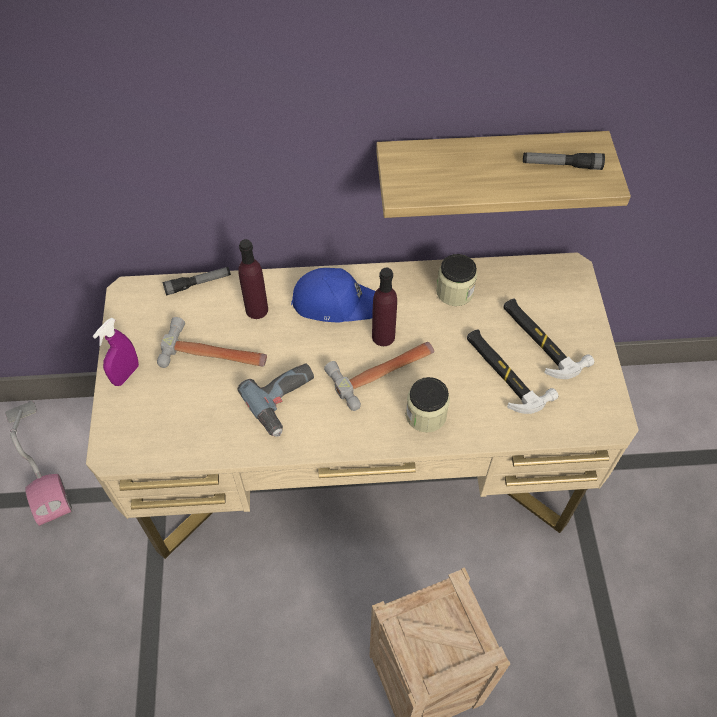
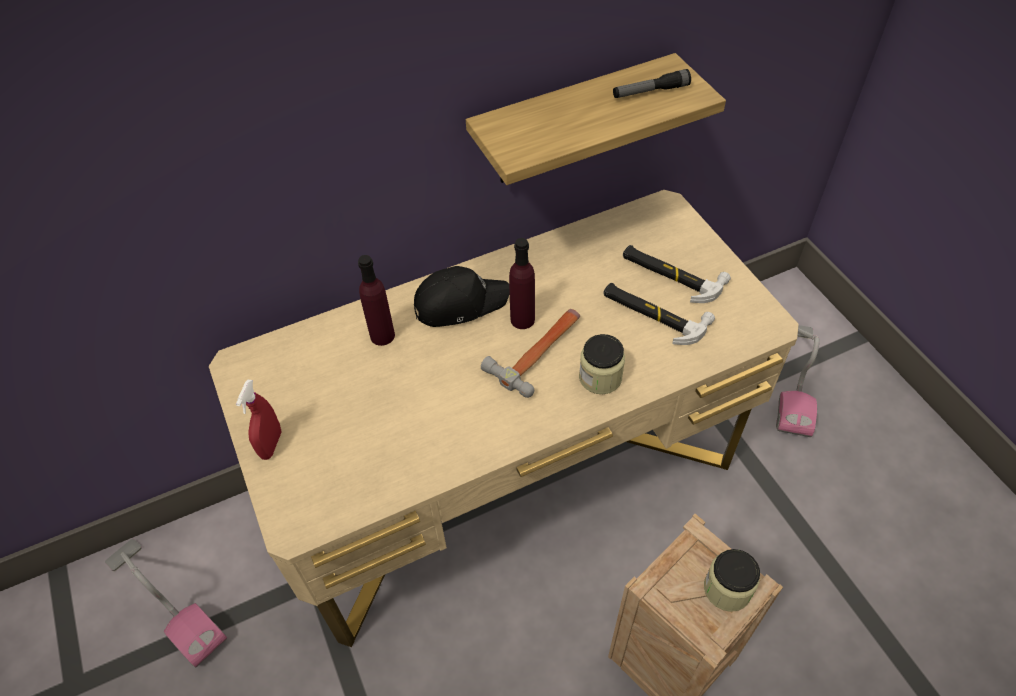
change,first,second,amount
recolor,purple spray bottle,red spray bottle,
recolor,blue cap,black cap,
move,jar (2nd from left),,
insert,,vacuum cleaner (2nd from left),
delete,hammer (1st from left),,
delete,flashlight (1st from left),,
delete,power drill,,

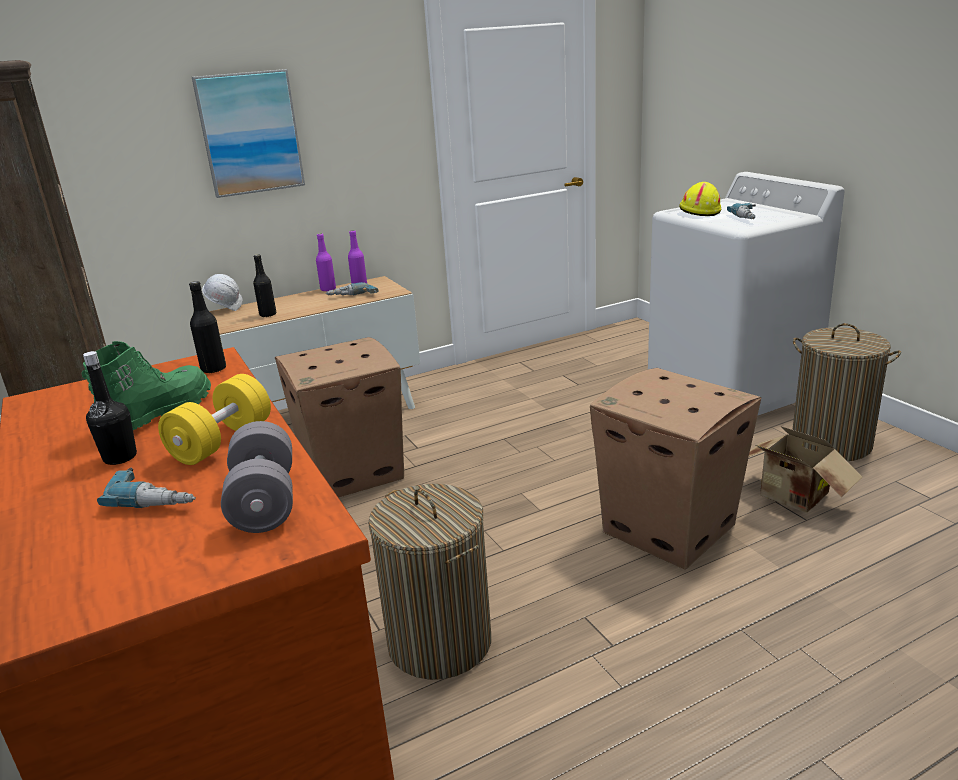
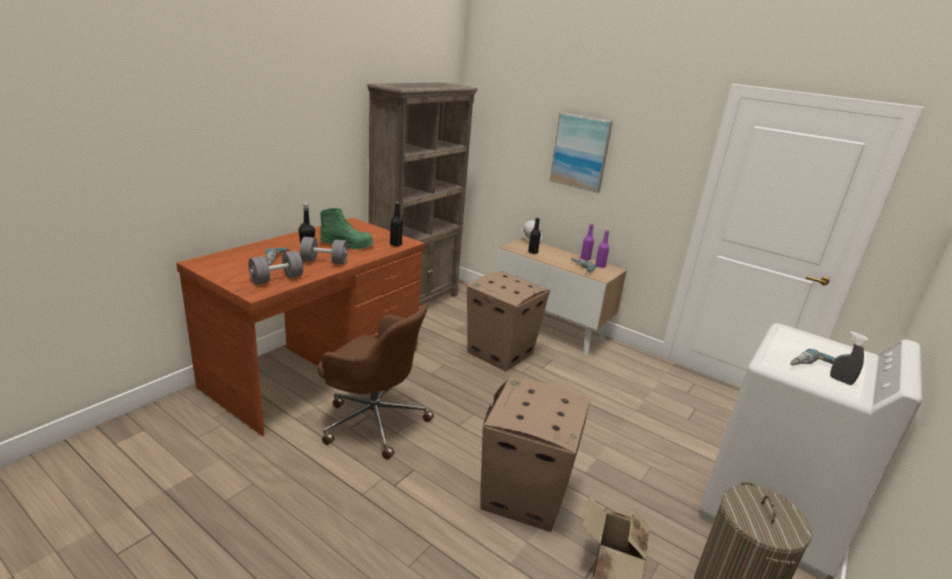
change,first,second,amount
recolor,yellow dumbbell,grey dumbbell (2nd from left),
replace,laundry basket (1st from left),brown office chair,
insert,,grey spray bottle,
delete,yellow hard hat,,

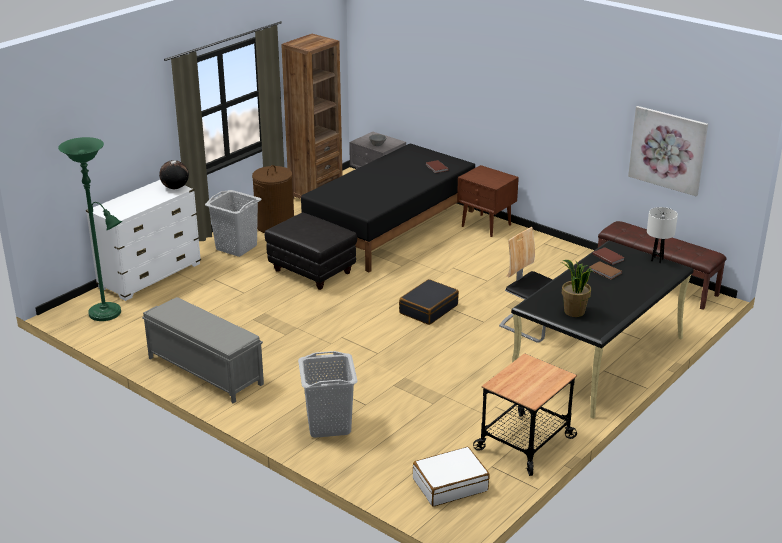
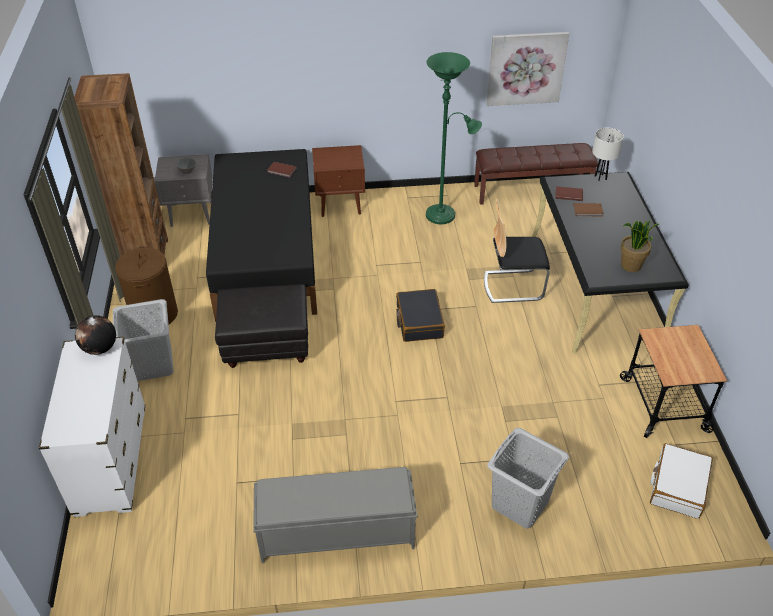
change,first,second,amount
move,green floor lamp,,

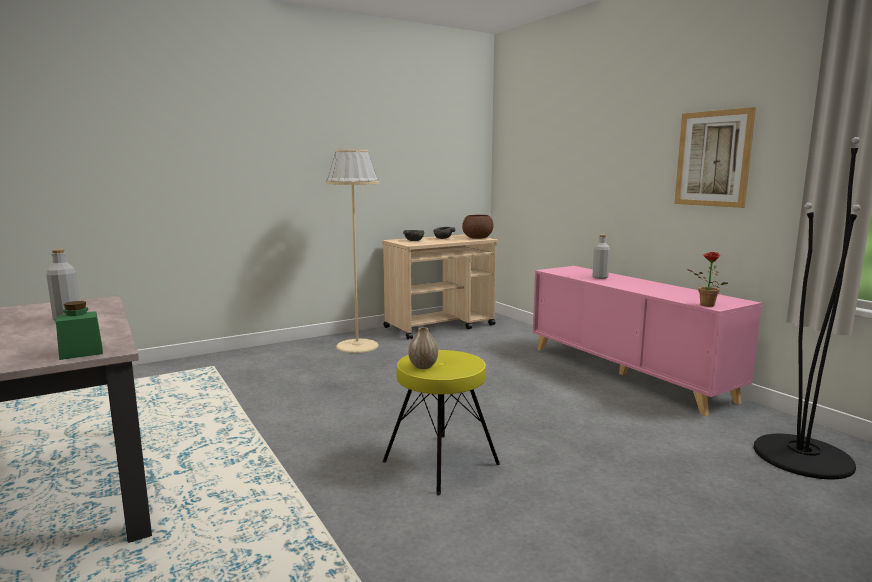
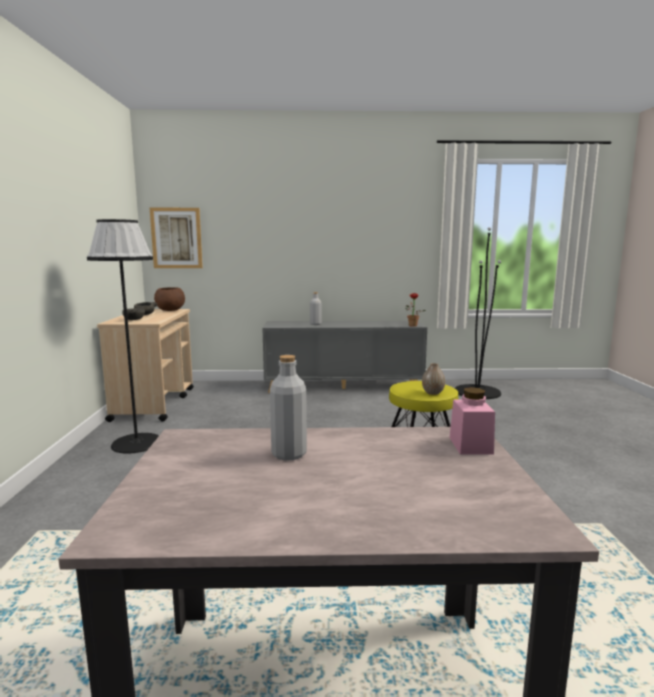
change,first,second,amount
recolor,beige floor lamp,black floor lamp (1st from left),
move,picture,,
recolor,pink cabinet,grey cabinet,
recolor,green jar,pink jar,

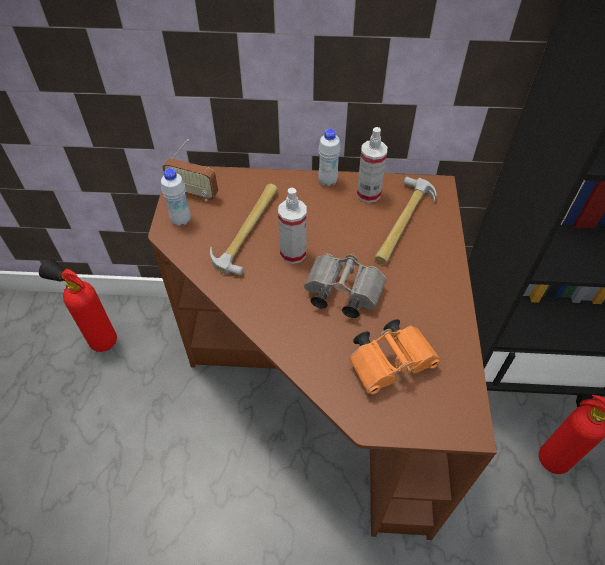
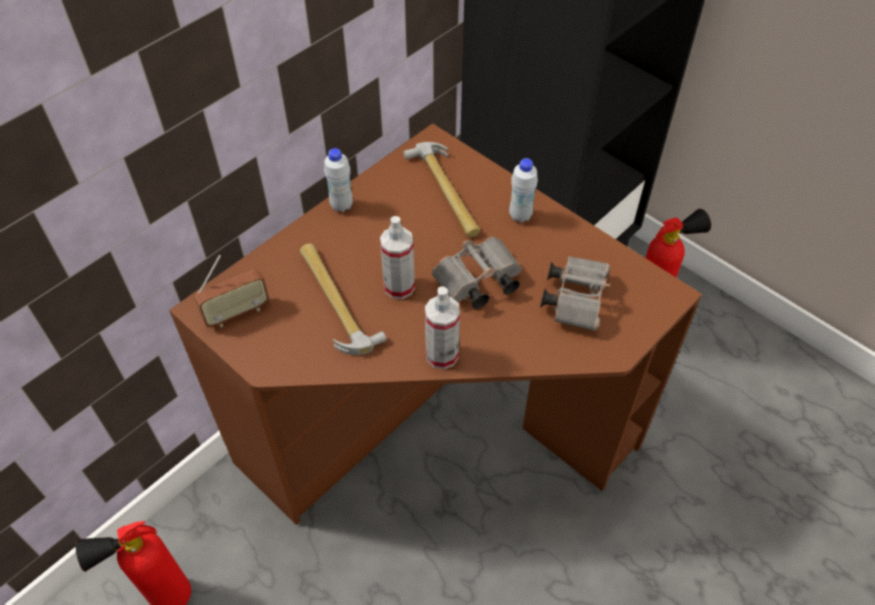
change,first,second,amount
move,spray bottle (2nd from left),,
move,white bottle (1st from left in the first image),white bottle (2nd from left),
recolor,orange binoculars,grey binoculars (2nd from left),

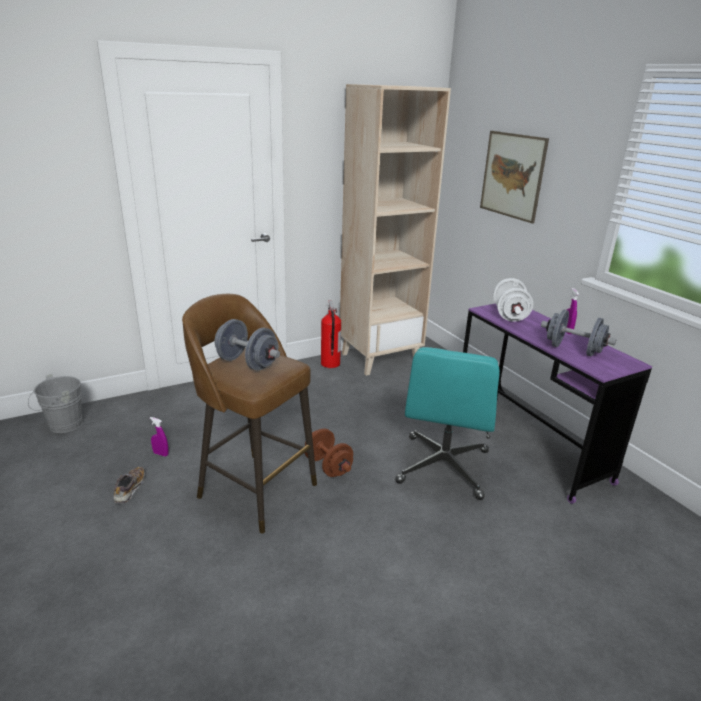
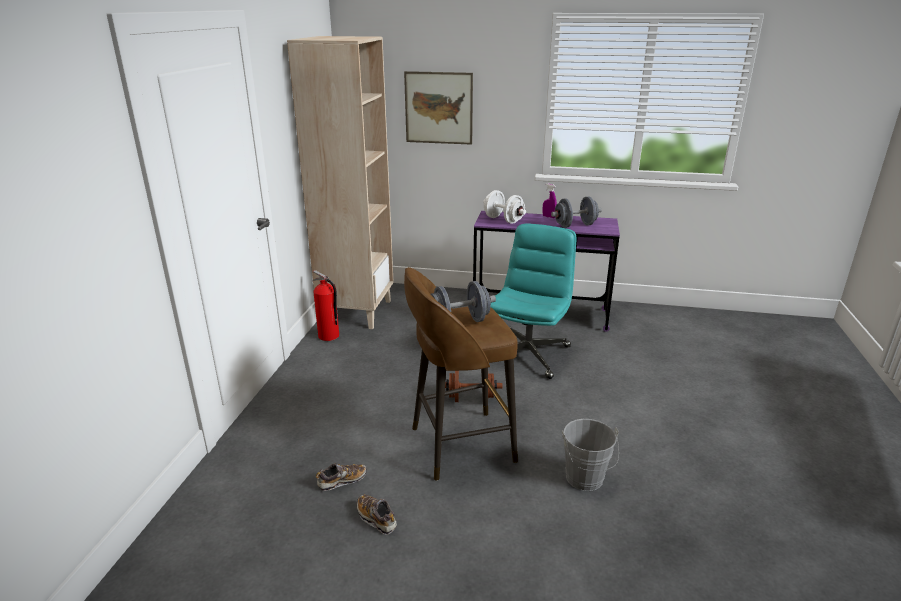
change,first,second,amount
replace,purple spray bottle (1st from left),shoe (1st from left),
rotate,turquoise office chair,,120 degrees counterclockwise
move,grey bucket,,

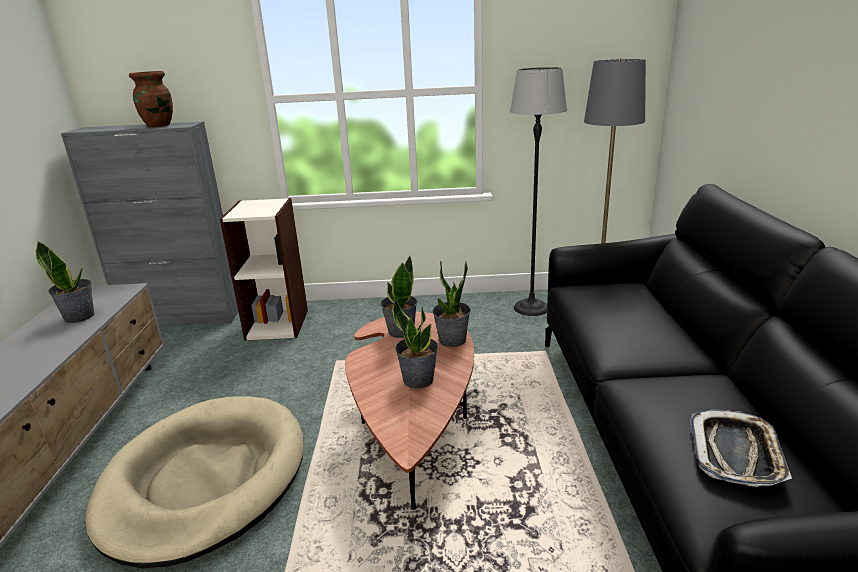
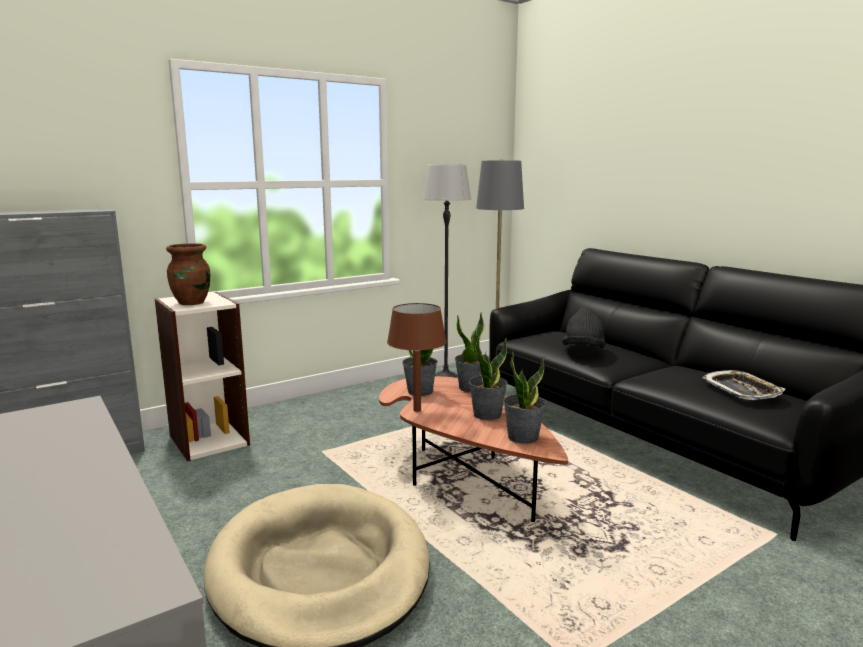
change,first,second,amount
move,brown vase,,
insert,,brown table lamp,
move,potted plant (1st from left in the first image),potted plant (4th from left),
insert,,black hat,

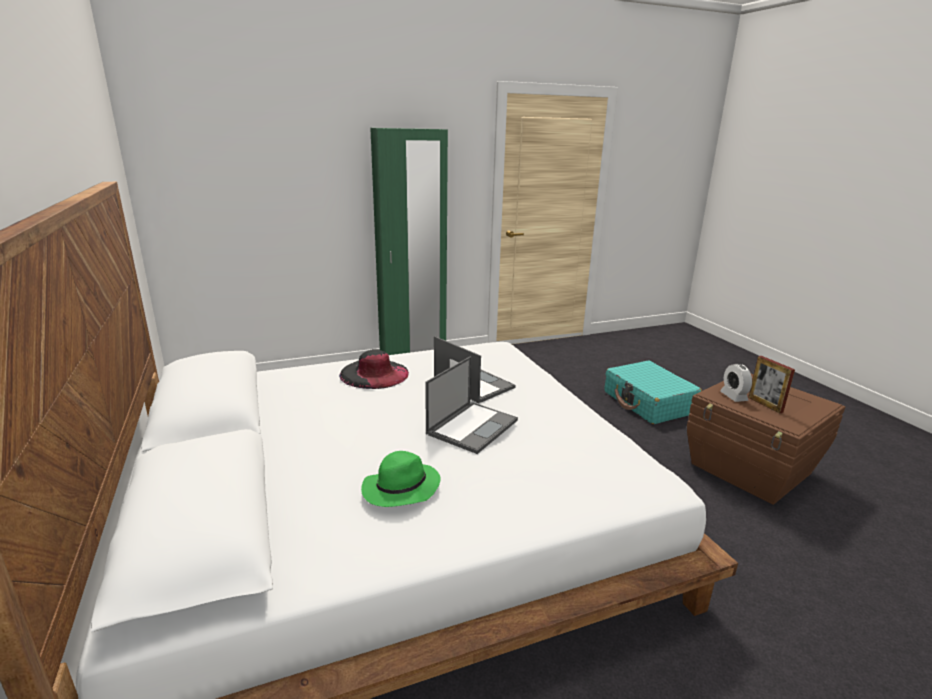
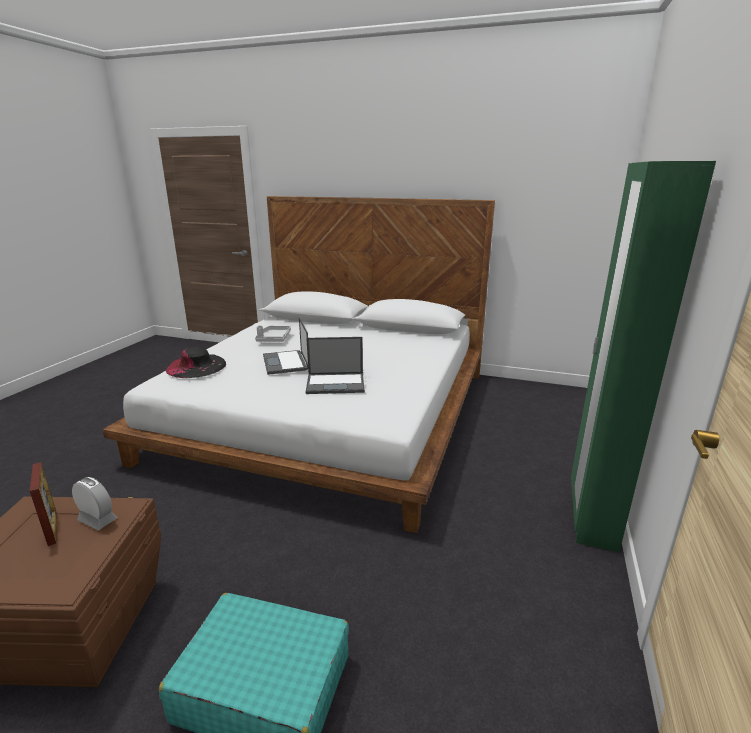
change,first,second,amount
rotate,picture frame,,45 degrees clockwise
move,black hat,,
replace,green hat,grey tray,

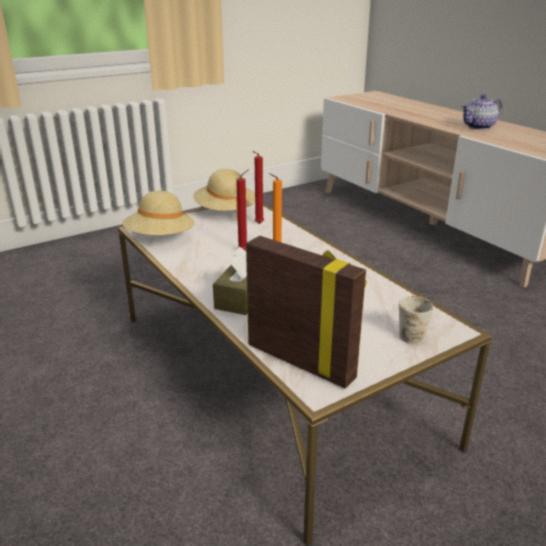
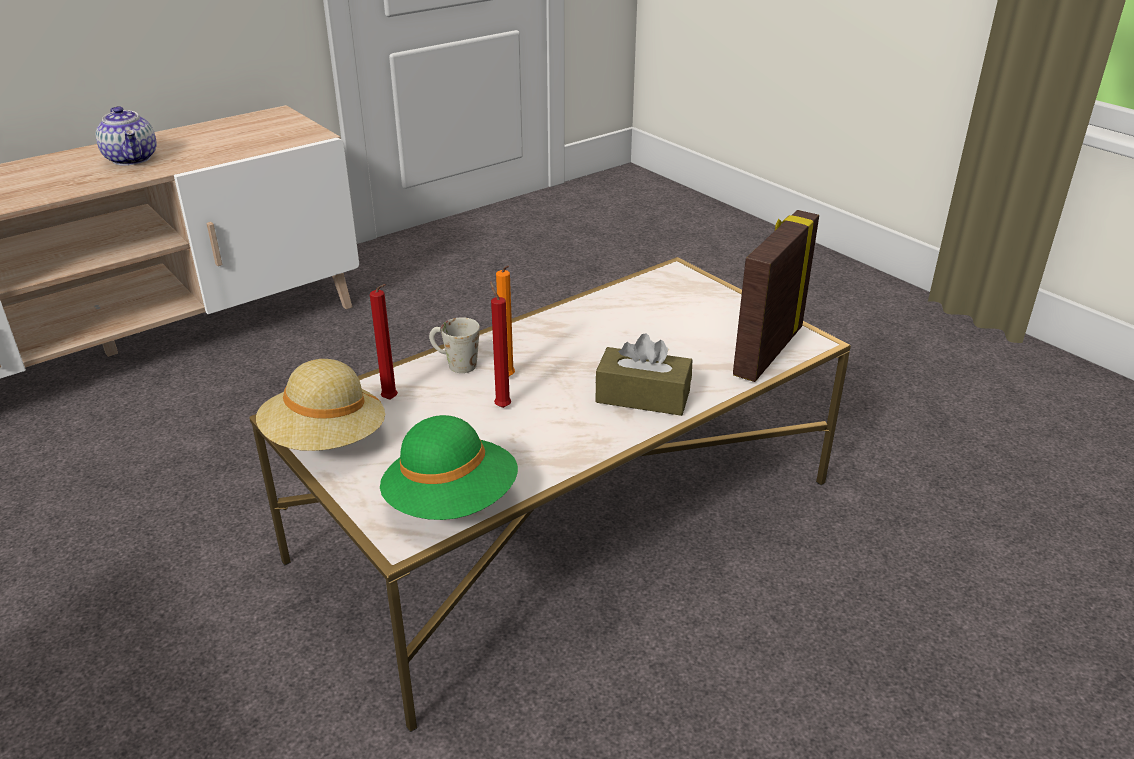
change,first,second,amount
recolor,beige hat (1st from left),green hat,
move,white mug,,

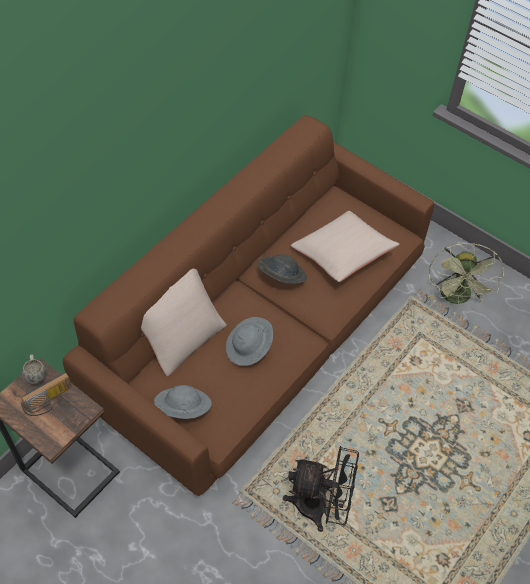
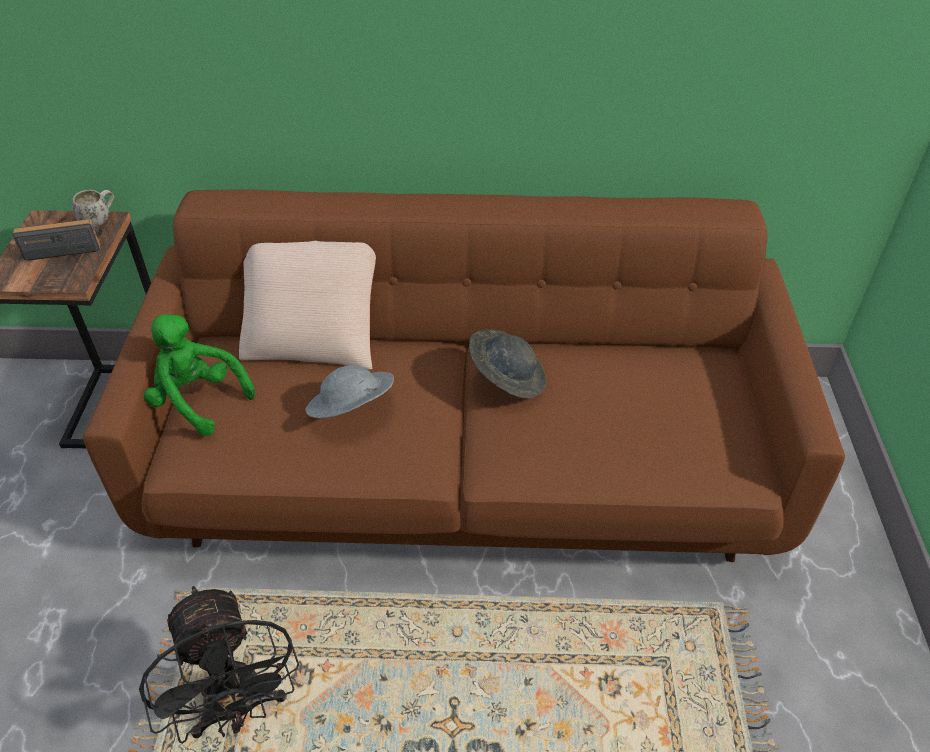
change,first,second,amount
rotate,radio,,150 degrees clockwise
replace,grey hat (1st from left),green plush toy,
delete,beige pillow (2nd from left),,
delete,green fan,,

